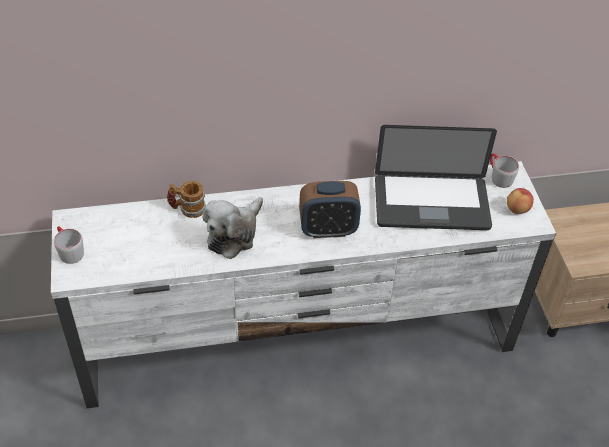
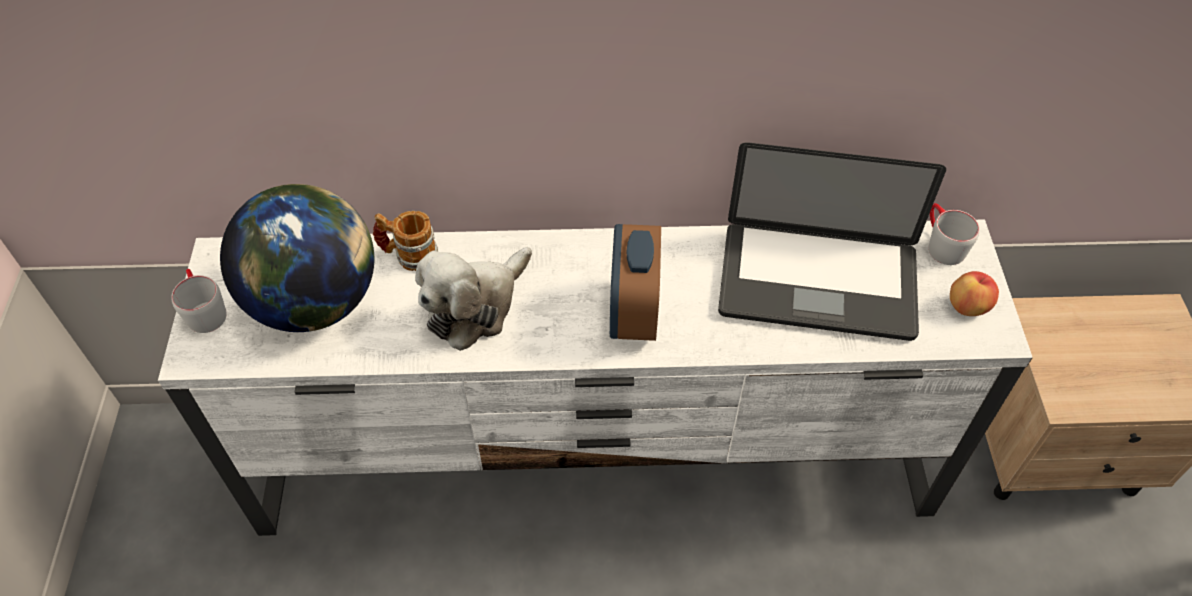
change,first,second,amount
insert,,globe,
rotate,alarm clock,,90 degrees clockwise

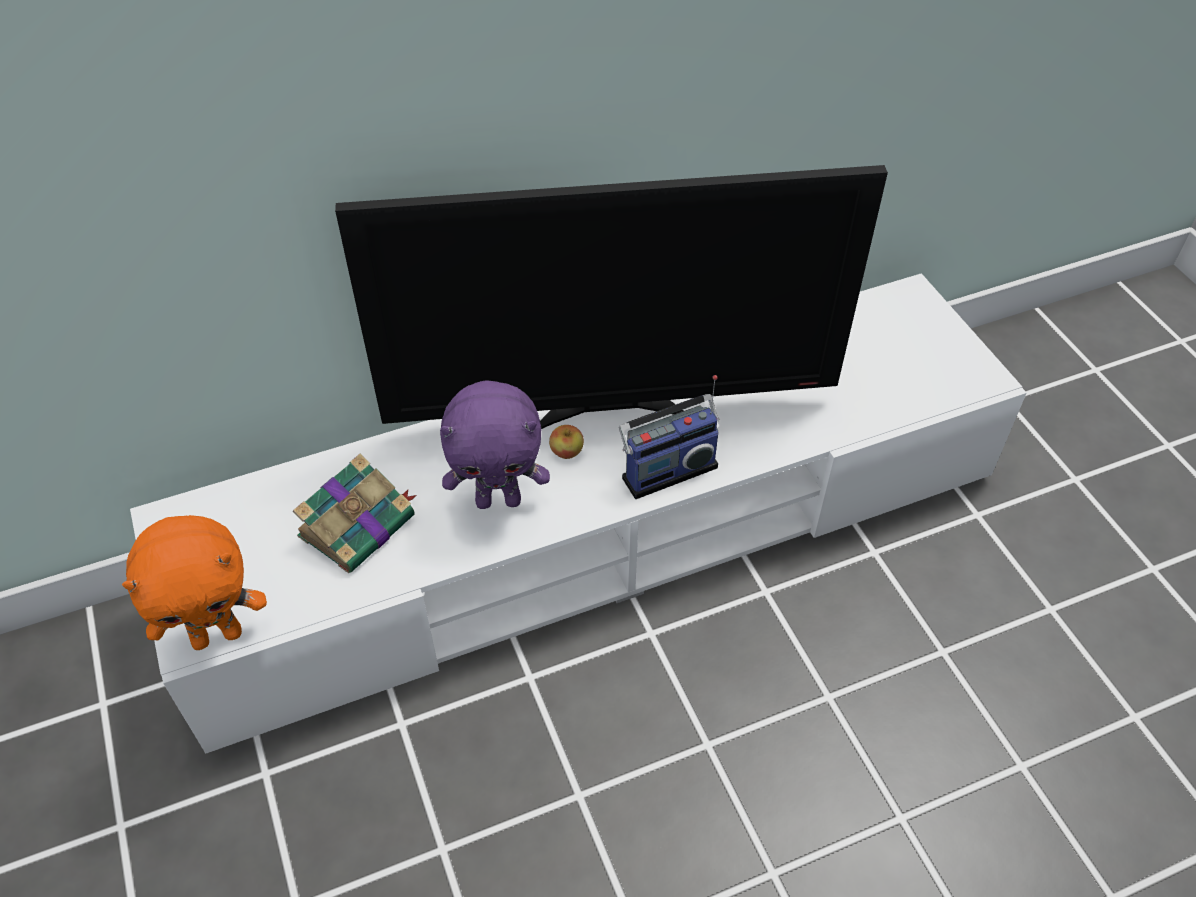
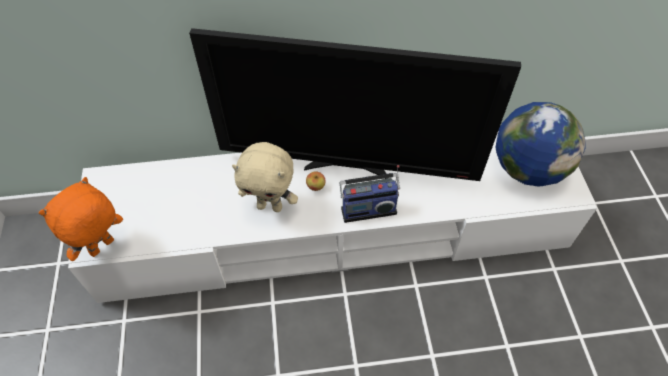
change,first,second,amount
rotate,orange plush toy,,135 degrees clockwise
recolor,purple plush toy,beige plush toy,
insert,,globe,
delete,book,,

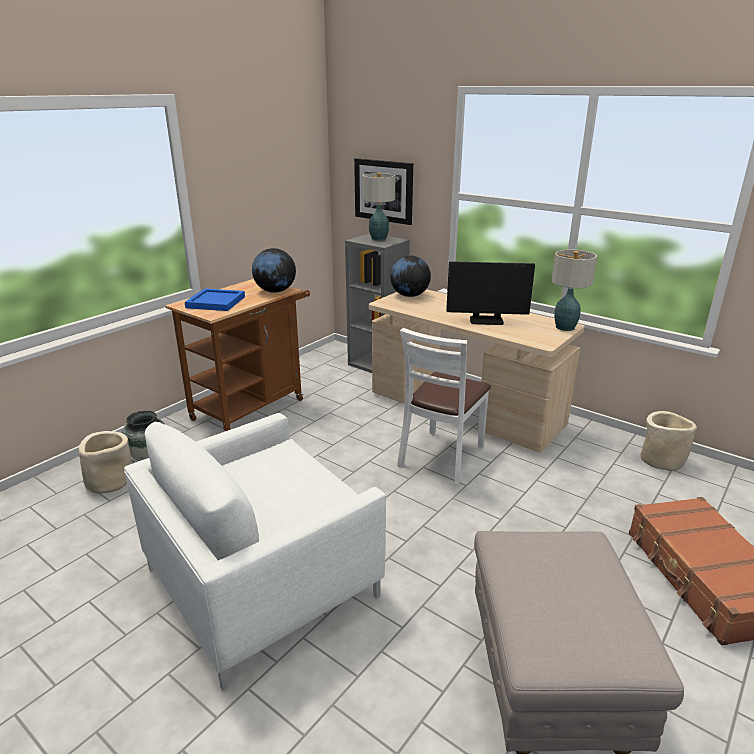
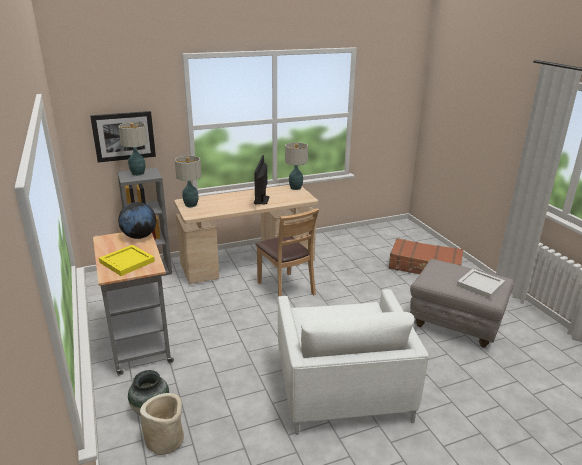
change,first,second,amount
recolor,brown cart,grey cart,
recolor,blue tray,yellow tray,
replace,globe (2nd from left),table lamp (2nd from left),
rotate,monitor,,150 degrees clockwise
recolor,white chair,brown chair,
insert,,white tray,
delete,beige planter (2nd from left),,

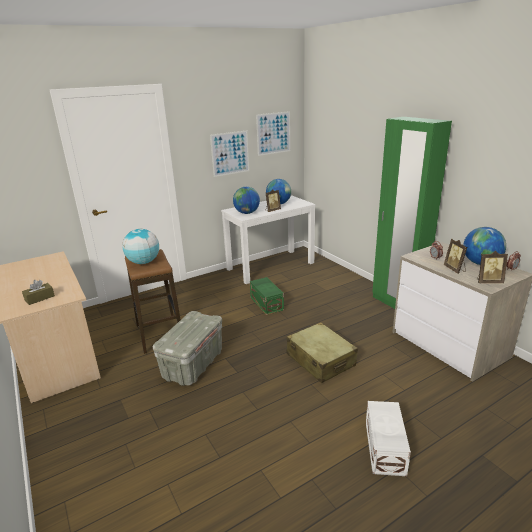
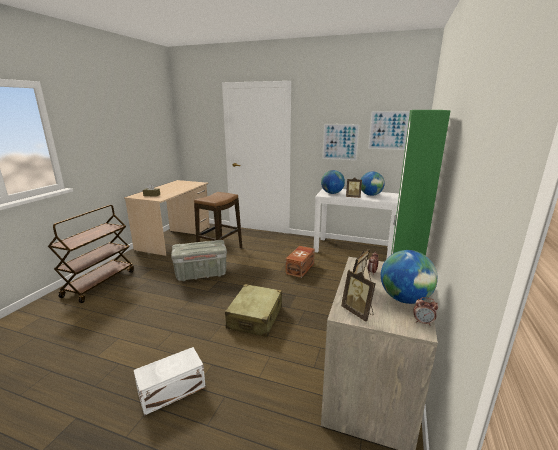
change,first,second,amount
insert,,brown cart,
recolor,green storage box,brown storage box,
delete,globe (1st from left),,

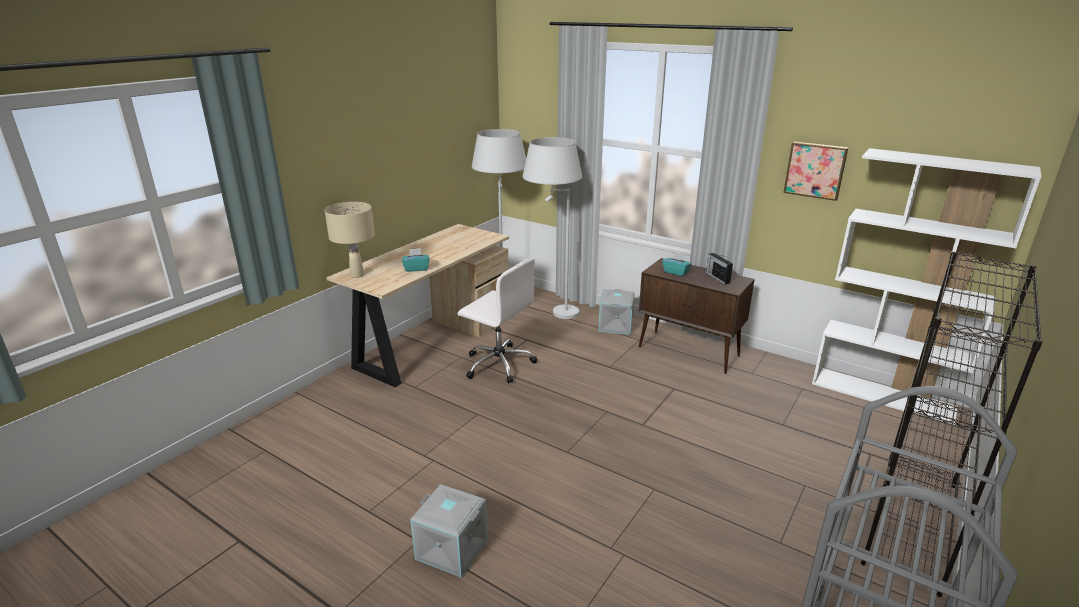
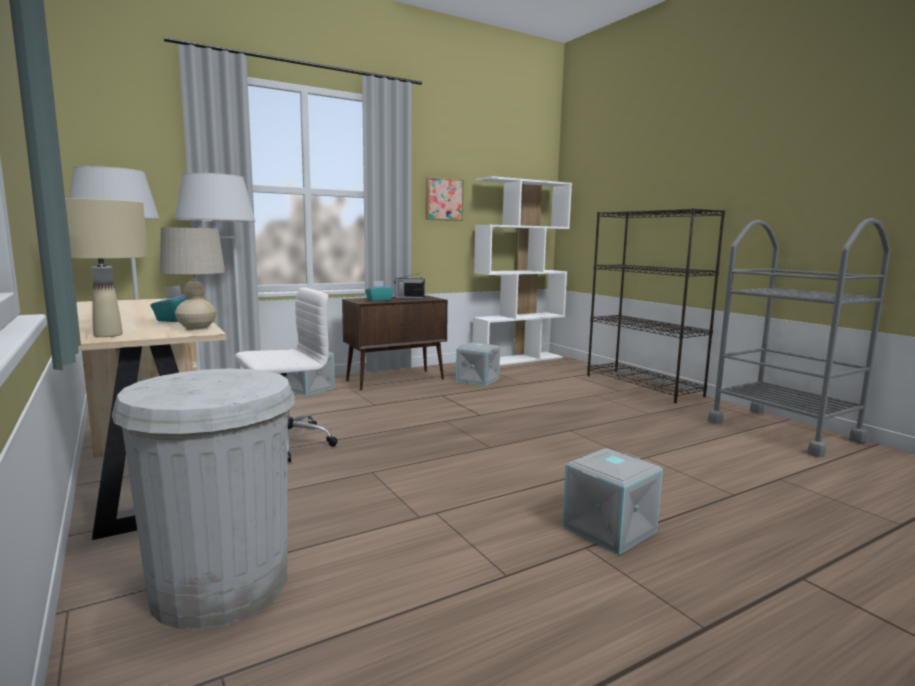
change,first,second,amount
insert,,white trash can,
insert,,beige table lamp (2nd from left),
insert,,grey storage box (2nd from left),

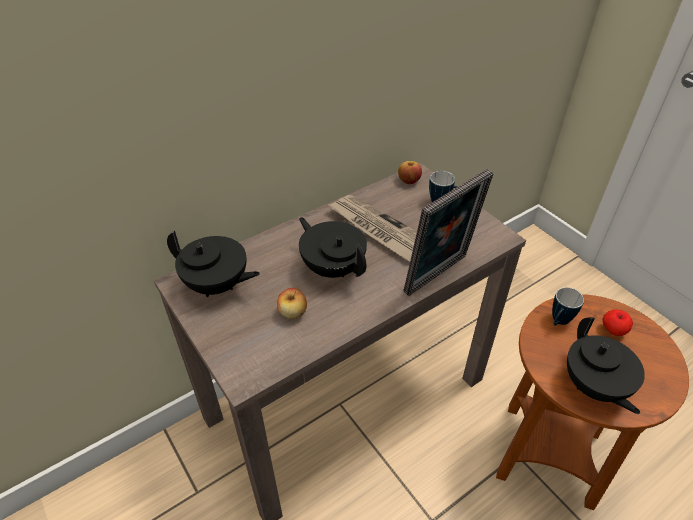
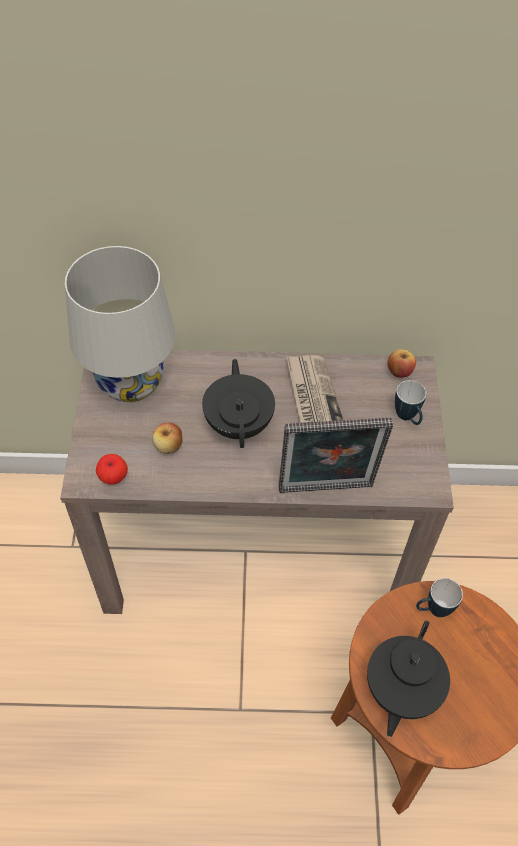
change,first,second,amount
replace,black teapot (1st from left),white table lamp,
move,apple (3rd from left in the first image),apple (1st from left),

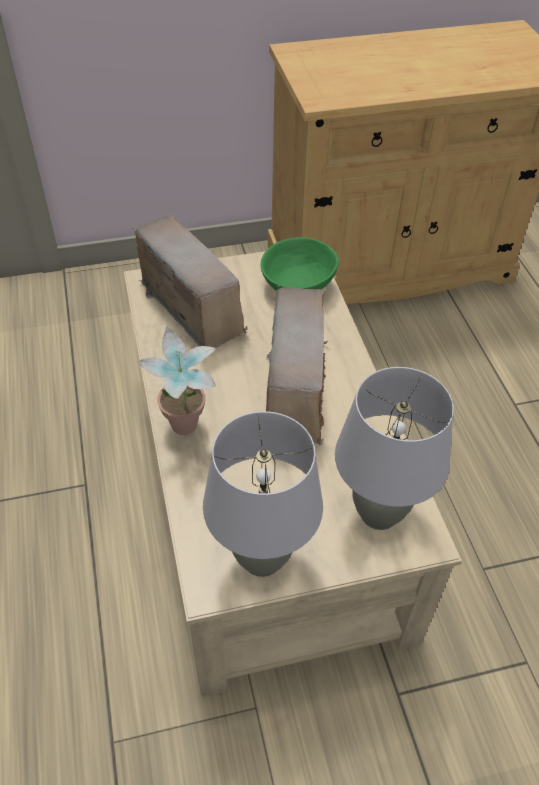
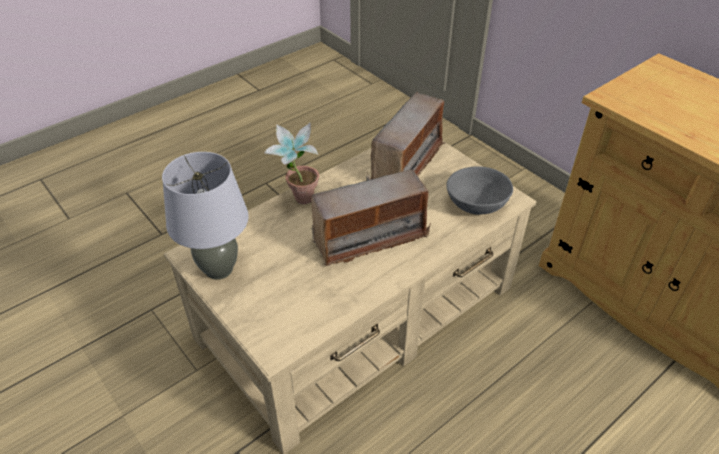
change,first,second,amount
recolor,green bowl,grey bowl,
delete,grey table lamp (2nd from left),,

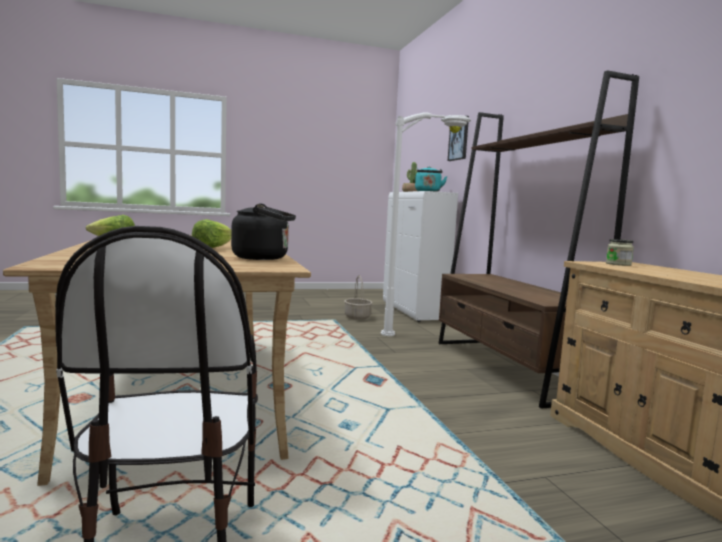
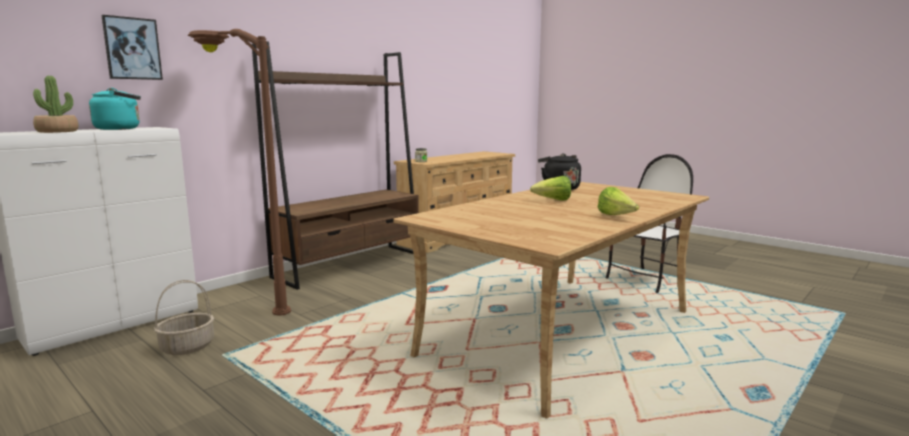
change,first,second,amount
recolor,white floor lamp,brown floor lamp,

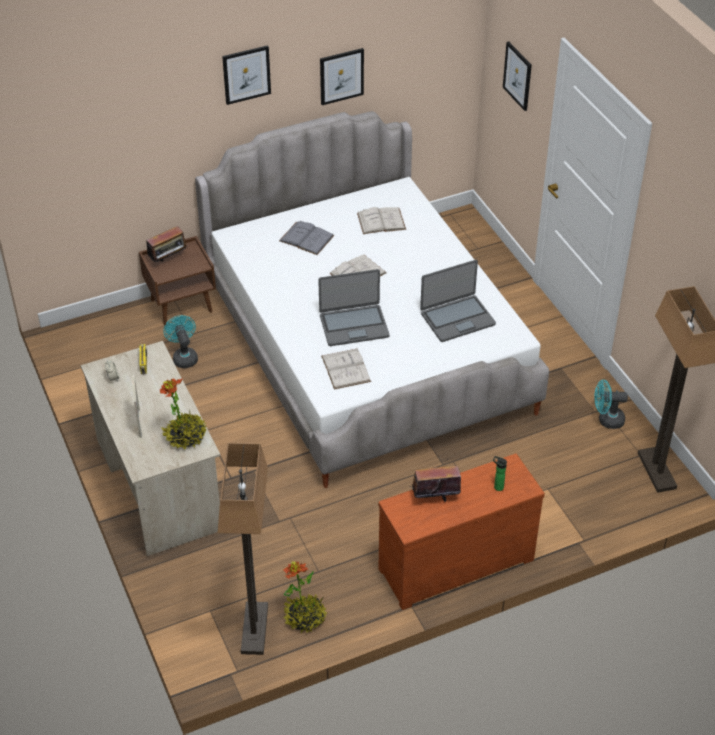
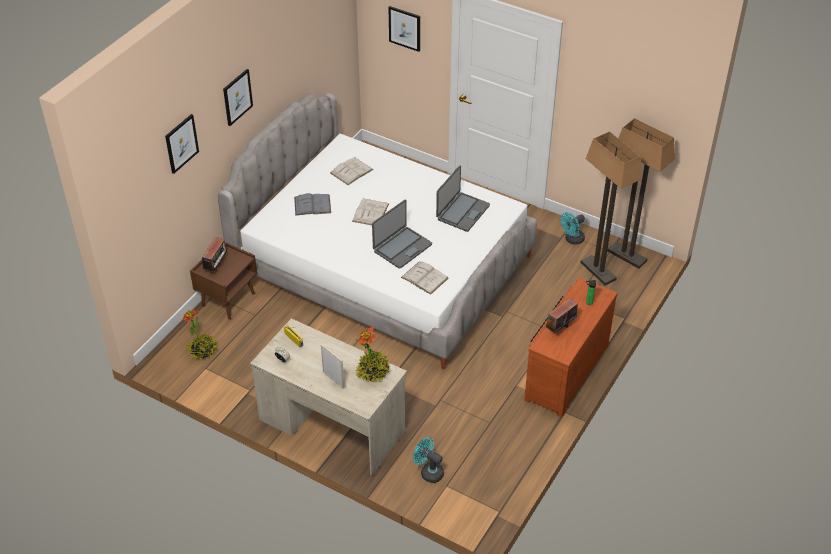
change,first,second,amount
move,picture (2nd from left in the first image),picture (1st from left),
move,potted plant (2nd from left in the first image),potted plant (1st from left),
move,turquoise fan (1st from left),,
move,floor lamp (1st from left),,

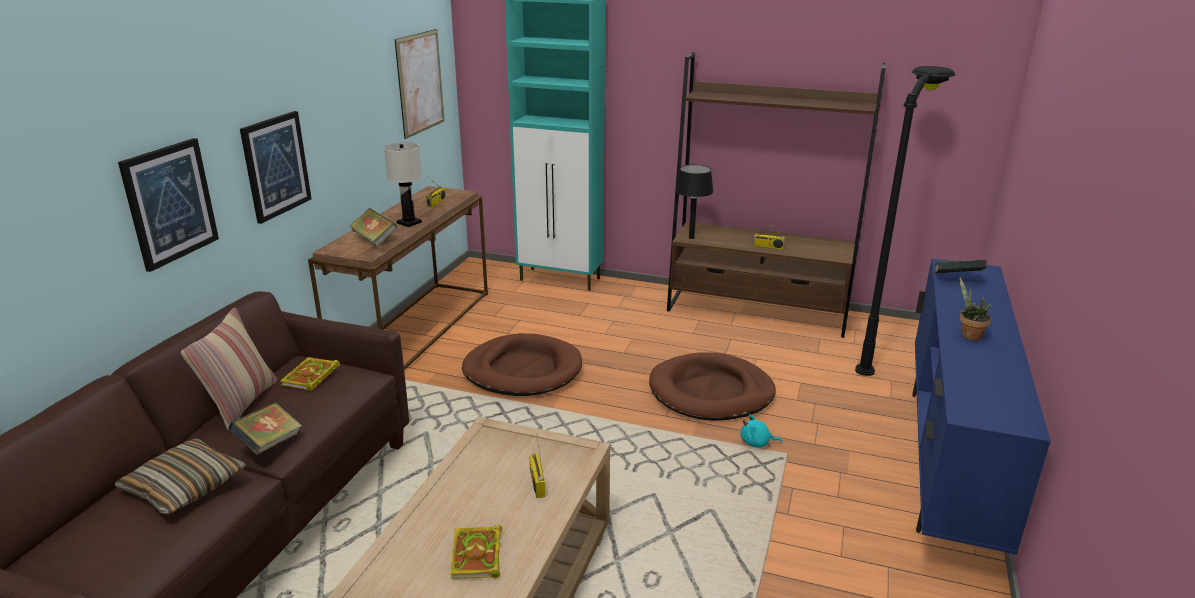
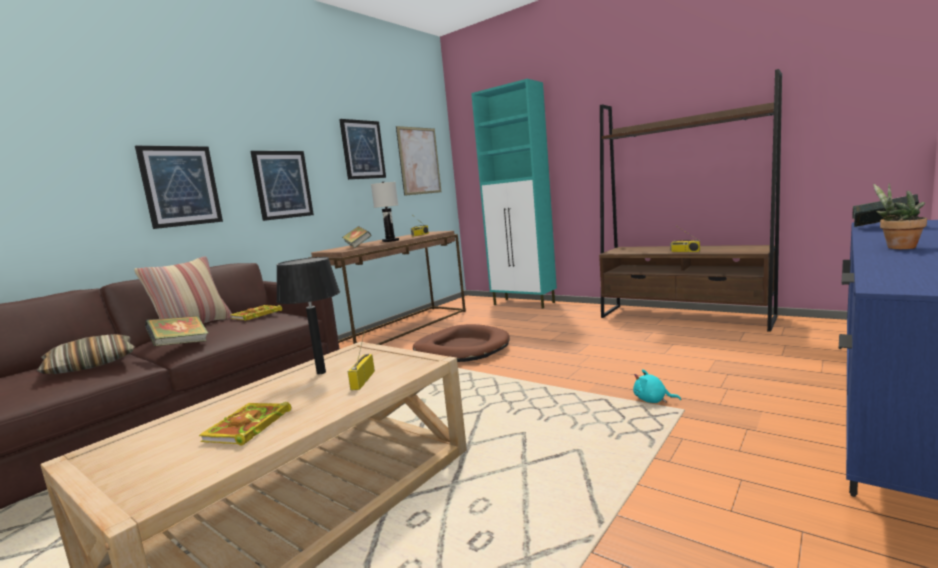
change,first,second,amount
move,black table lamp,,
insert,,picture (3rd from left),
delete,brown dog bed (2nd from left),,
delete,black floor lamp,,

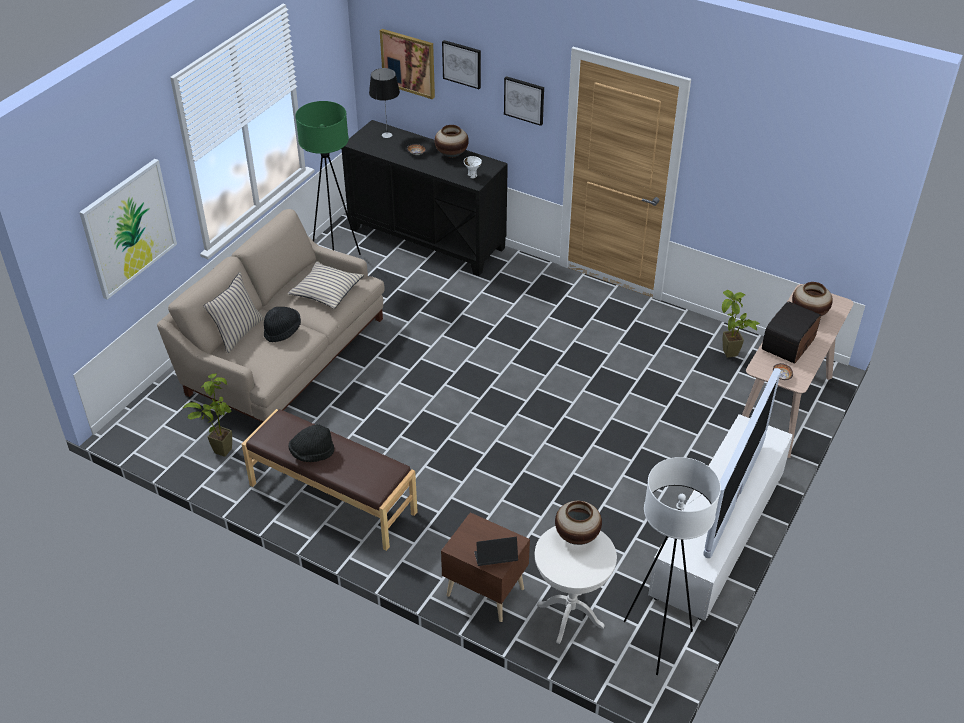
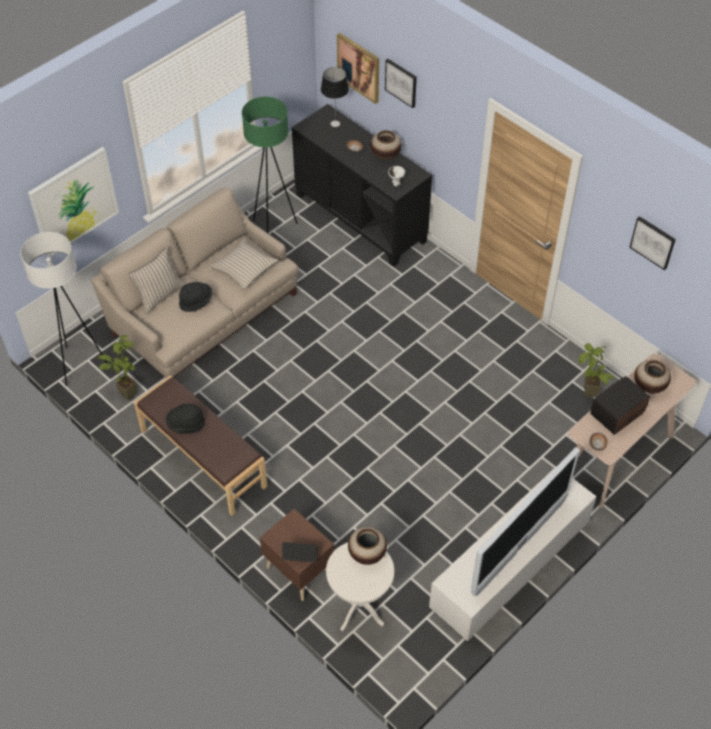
change,first,second,amount
move,white floor lamp,,
move,picture (4th from left),,

